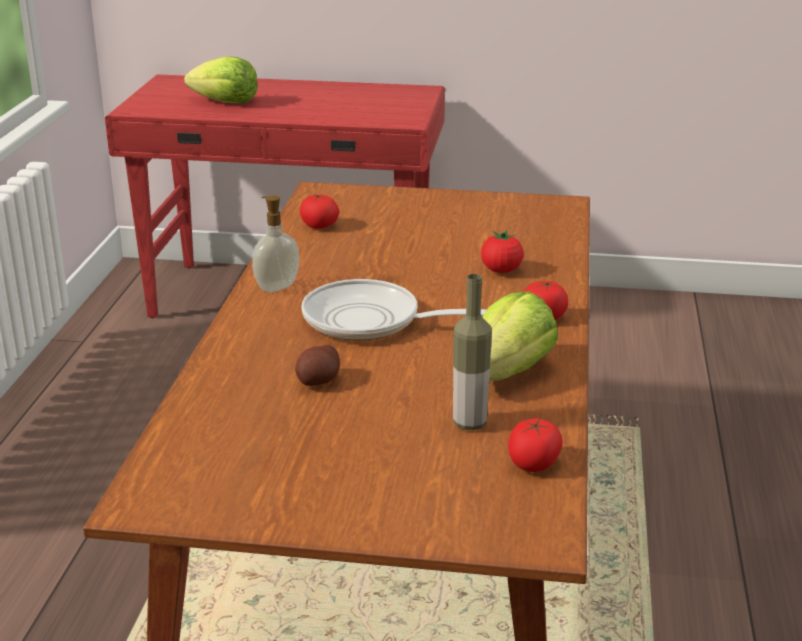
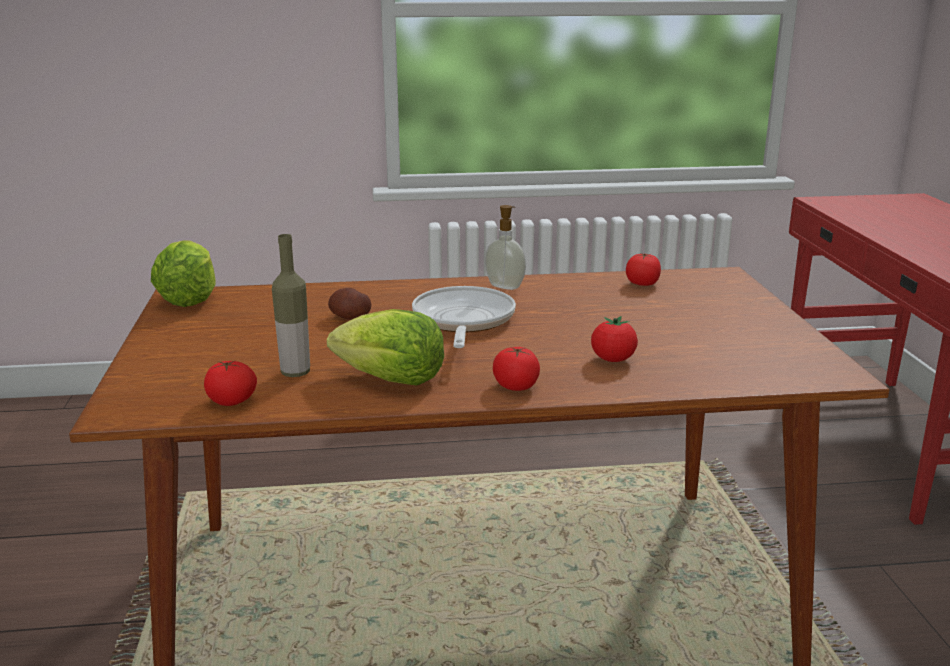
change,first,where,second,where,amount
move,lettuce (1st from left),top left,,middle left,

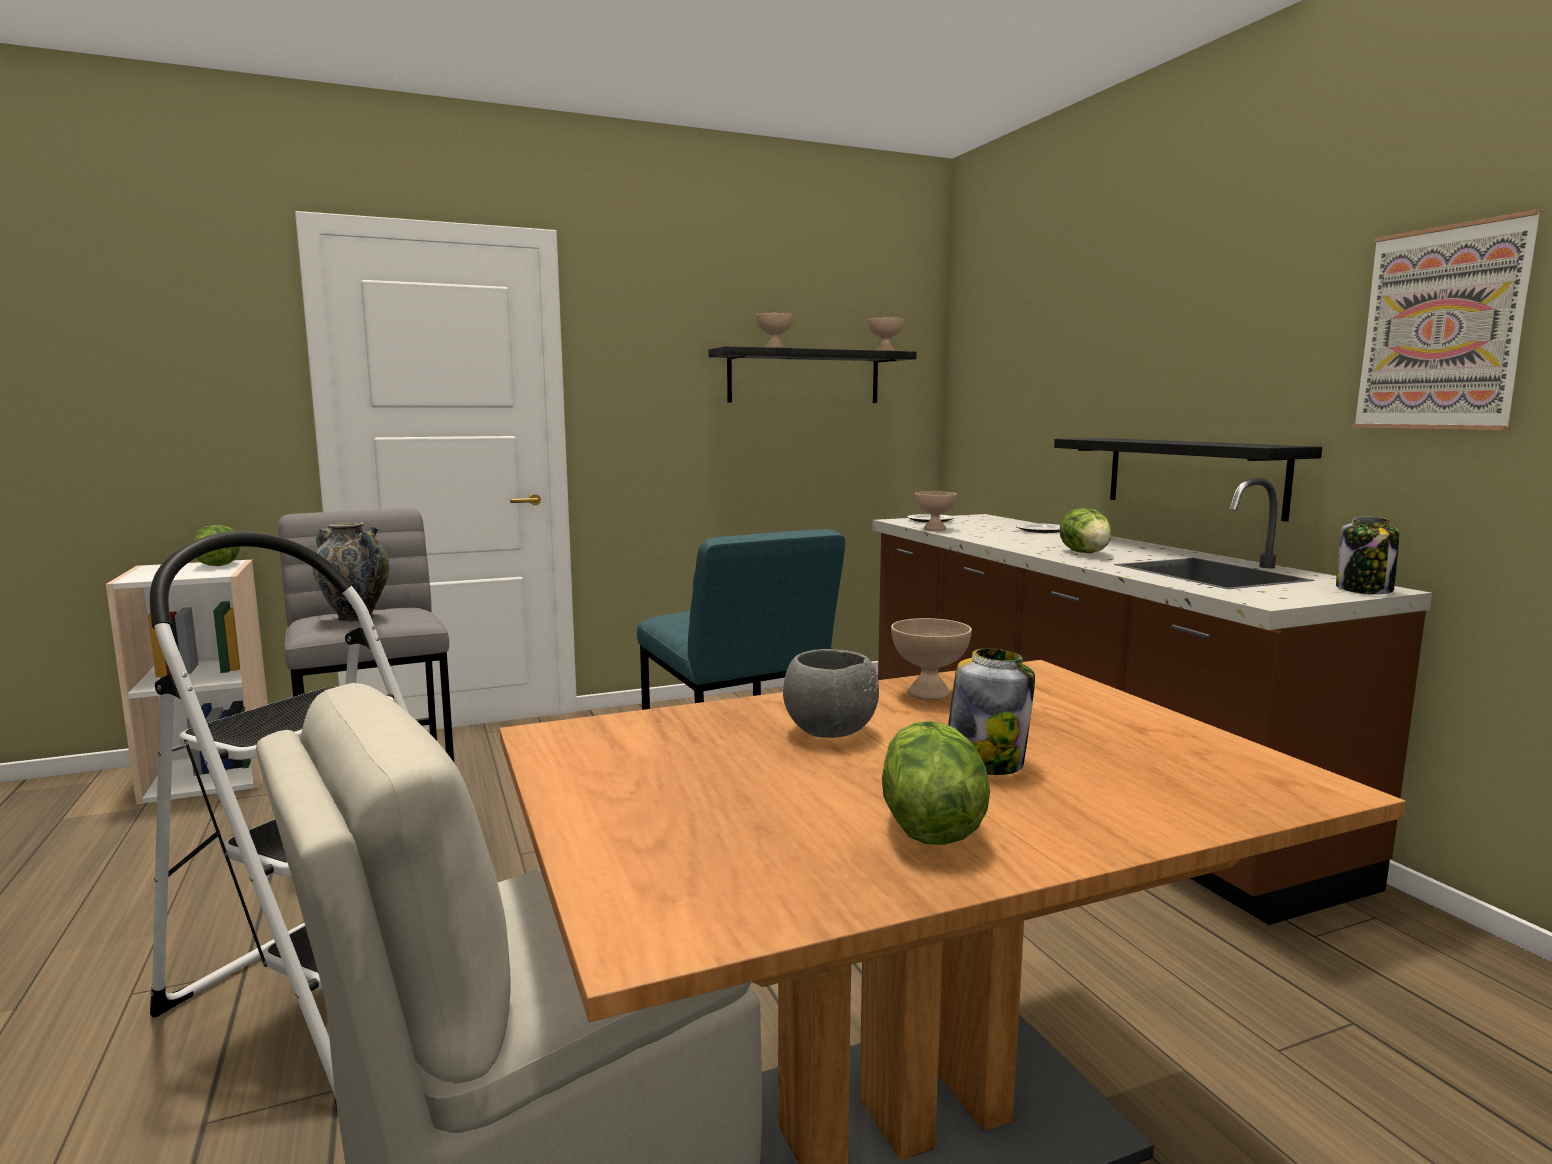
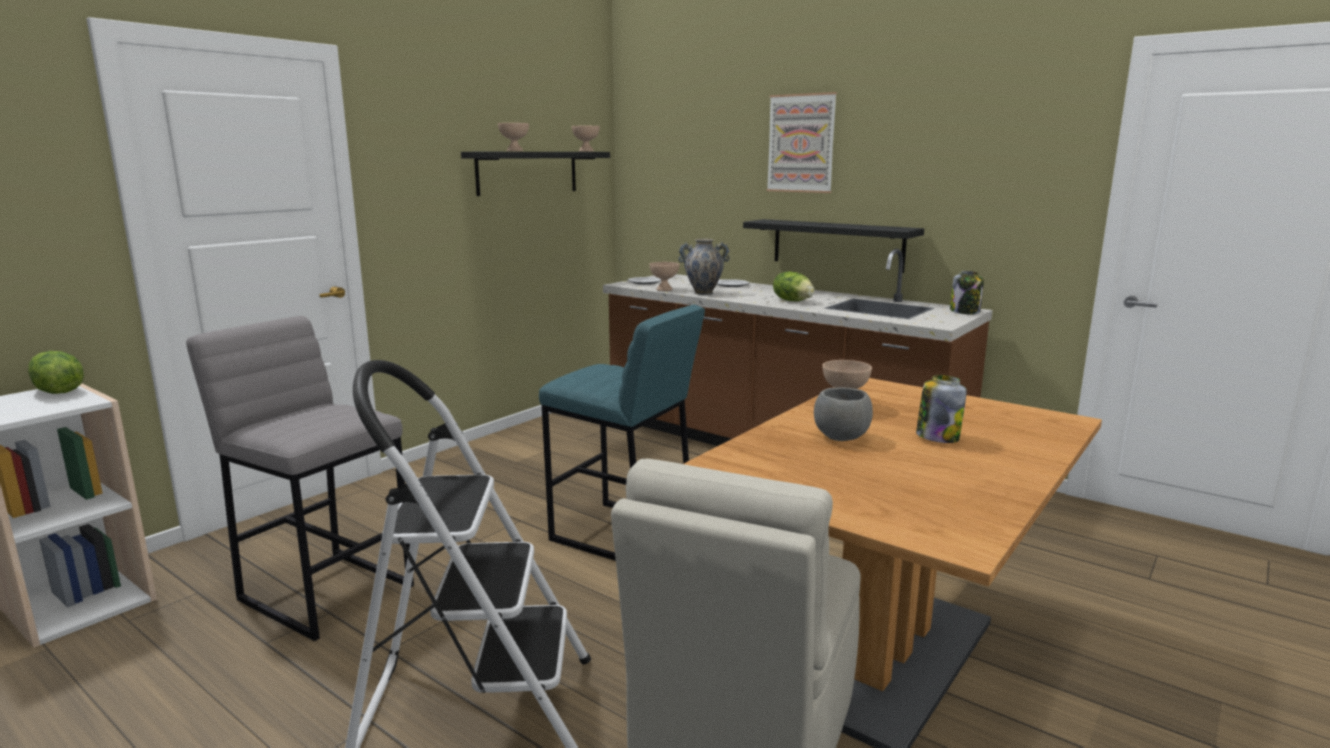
change,first,where,second,where,amount
delete,lettuce (2nd from left),bottom centre,,,
move,vase,middle left,,centre,
move,picture,top right,,top centre,

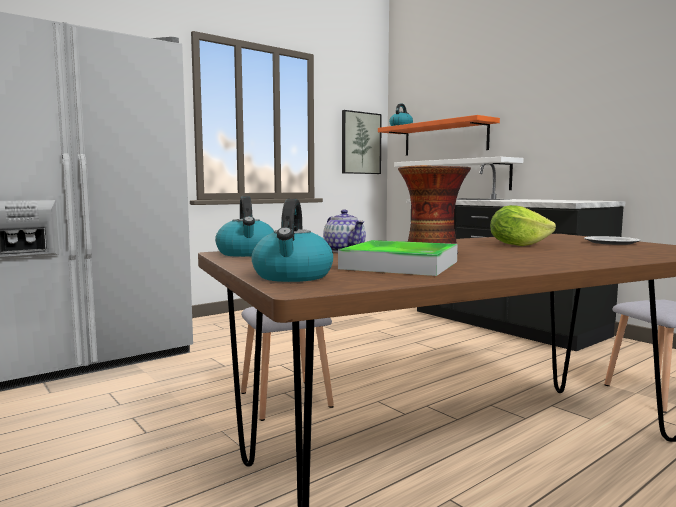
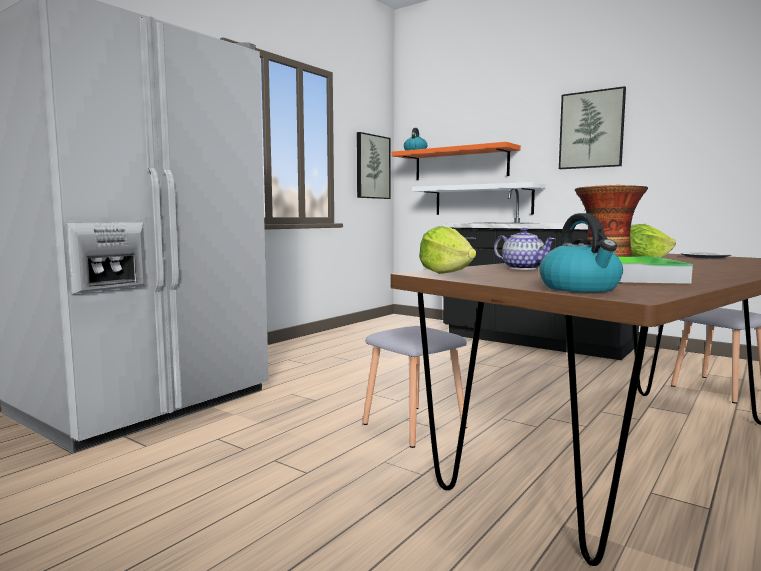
change,first,where,second,where,amount
insert,,,picture (2nd from left),top right,
replace,tea kettle (1st from left),centre,lettuce (1st from left),centre,

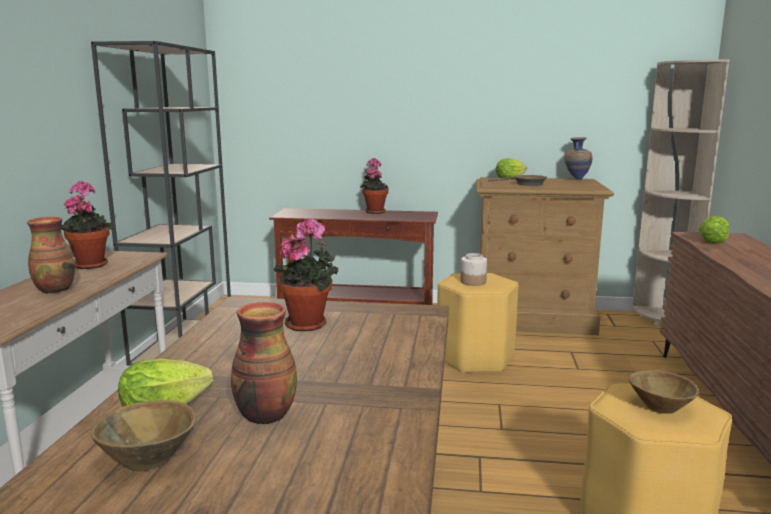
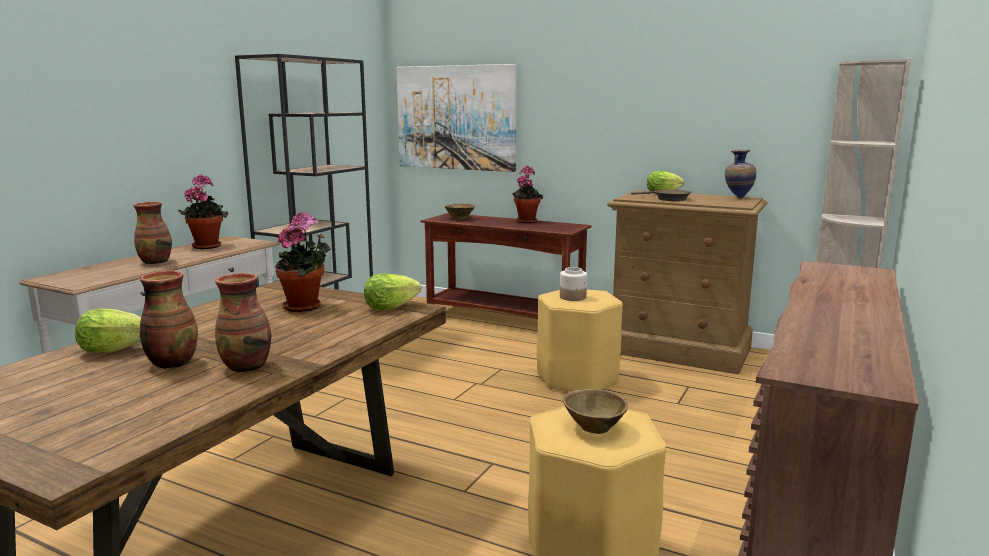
change,first,where,second,where,amount
insert,,,vase (3rd from left),middle left,
insert,,,picture,top centre,
move,serving bowl (brown) (1st from left),bottom left,,centre,
move,lettuce (3rd from left in the first image),middle right,lettuce (2nd from left),centre,

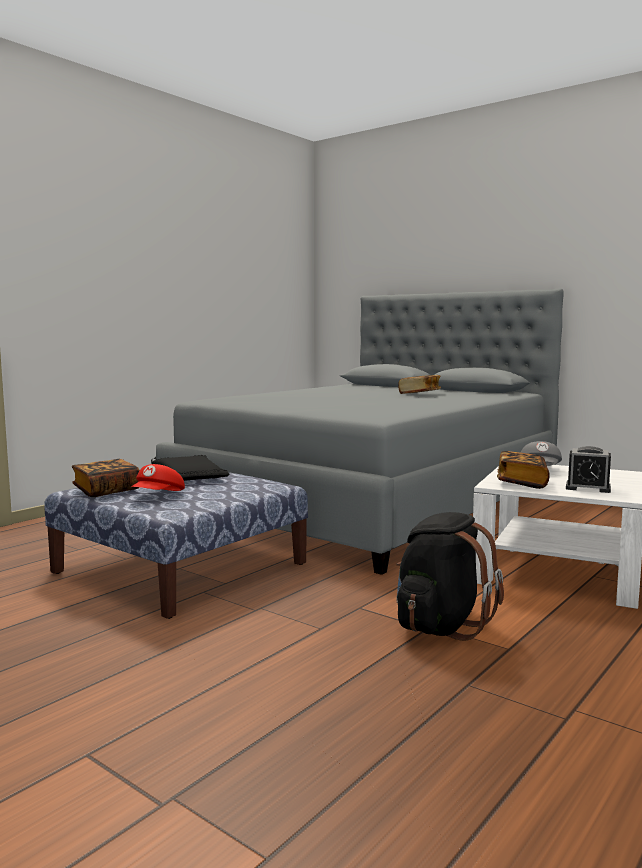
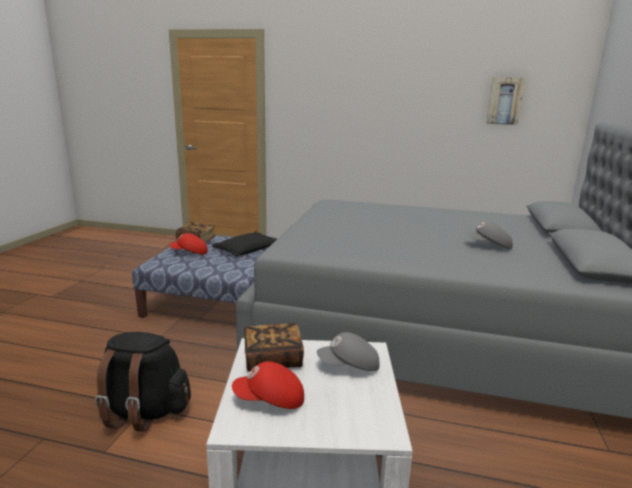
change,first,where,second,where,amount
insert,,,picture,top right,
replace,volume (2nd from left),centre,cap (gray) (2nd from left),middle right,
replace,alarm clock,middle right,cap (reddish) (2nd from left),bottom centre,

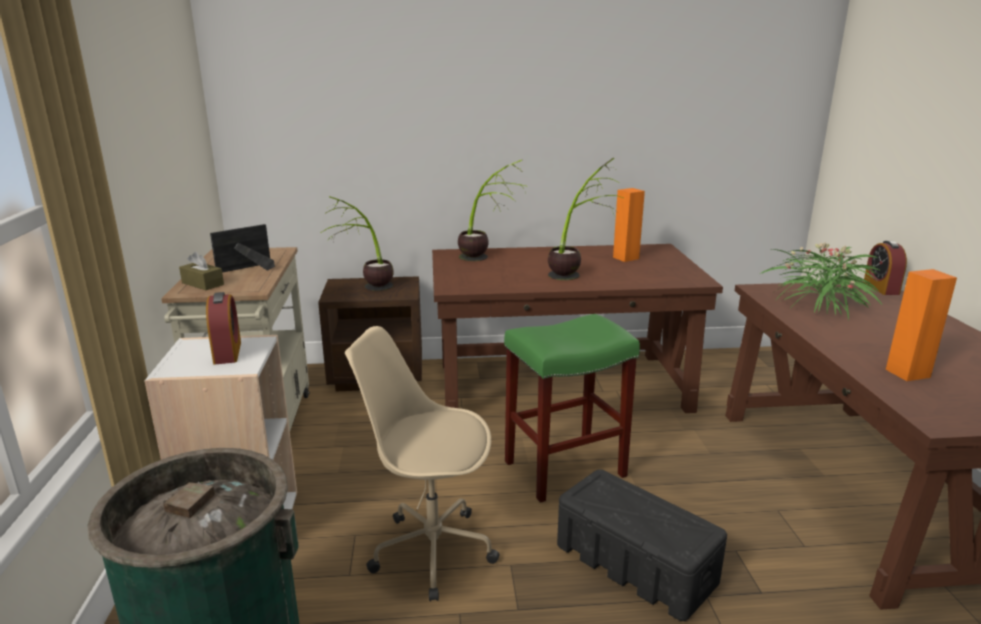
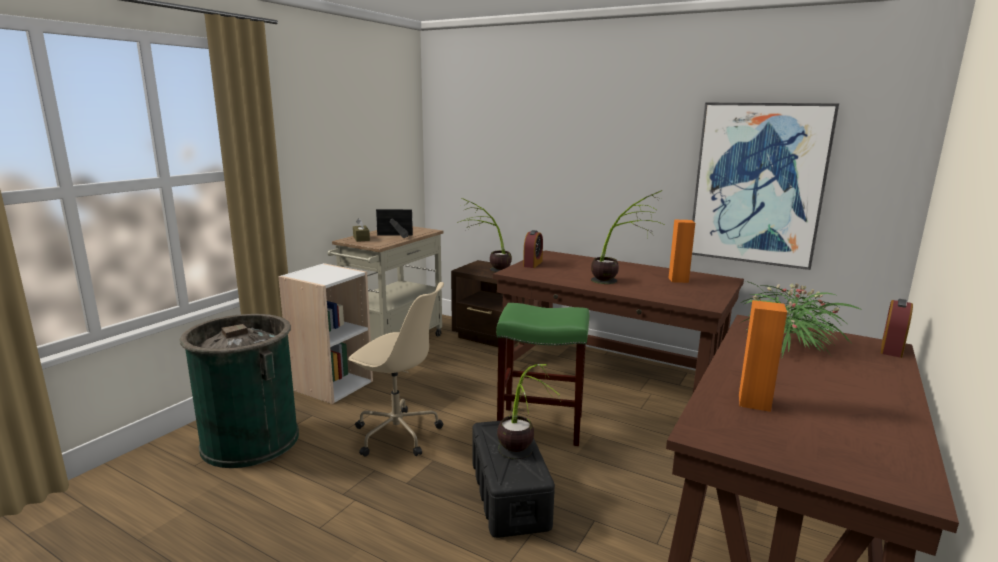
change,first,where,second,where,amount
insert,,,picture,top right,
move,alarm clock (1st from left),middle left,,centre,
move,potted plant (2nd from left),centre,,bottom centre,
rotate,office chair (beige),bottom centre,,centre,150 degrees clockwise

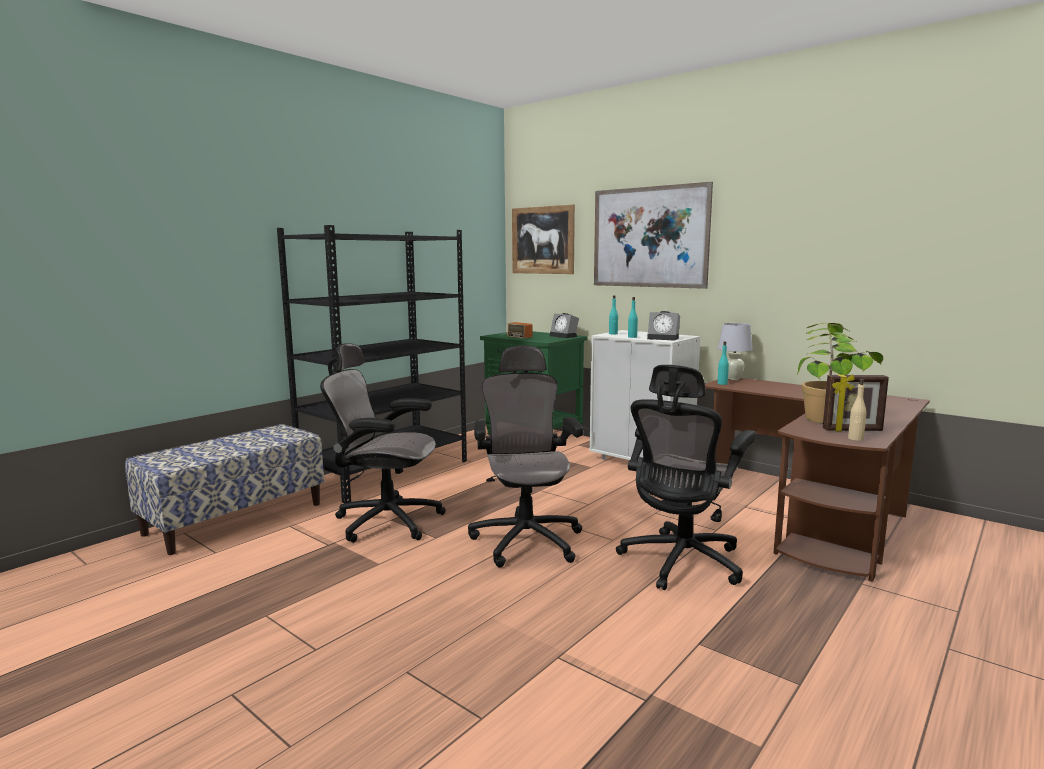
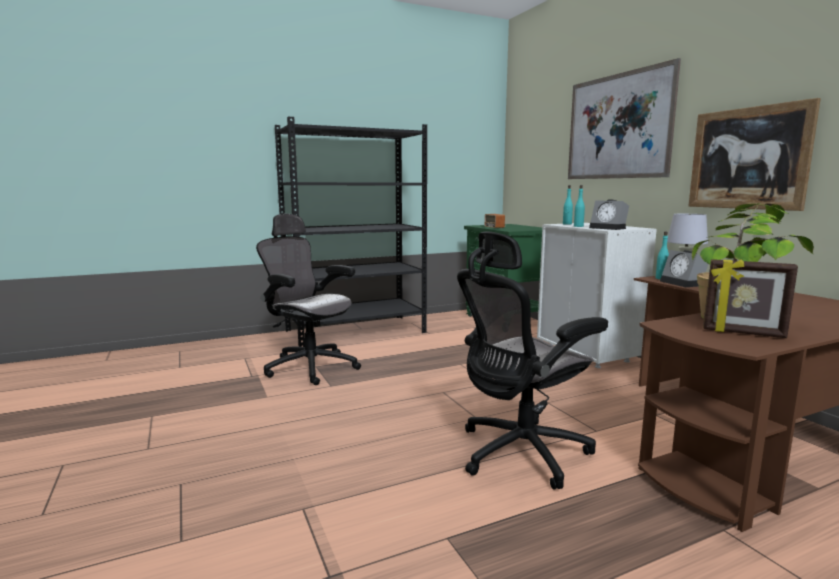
change,first,where,second,where,amount
delete,indoor bench,middle left,,,
delete,office chair (2nd from left),centre,,,
delete,beverage bottle (beige),middle right,,,
move,picture (1st from left in the first image),top centre,picture (2nd from left),top right,
move,alarm clock (1st from left in the first image),centre,alarm clock (2nd from left),middle right,

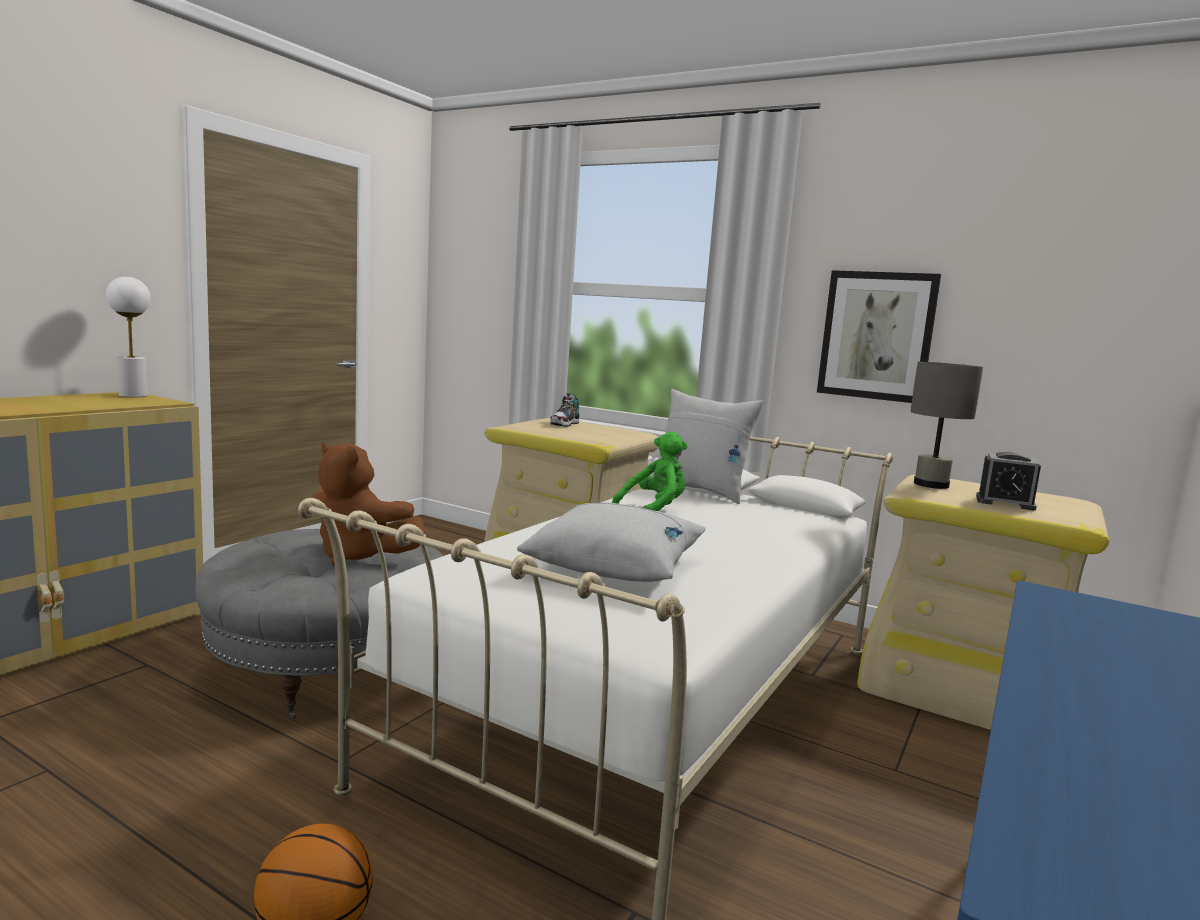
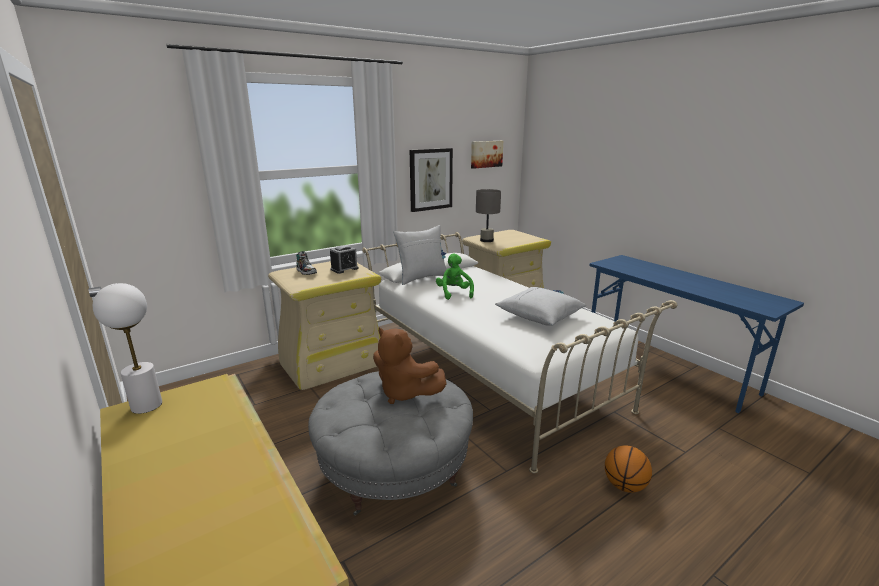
change,first,where,second,where,amount
insert,,,picture (2nd from left),top centre,
move,alarm clock,middle right,,centre,
rotate,soft toy (brown),middle left,,centre,75 degrees clockwise

